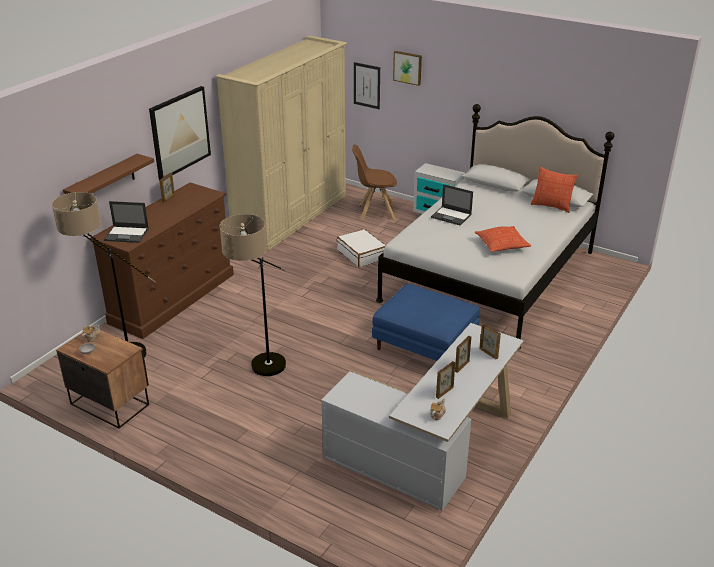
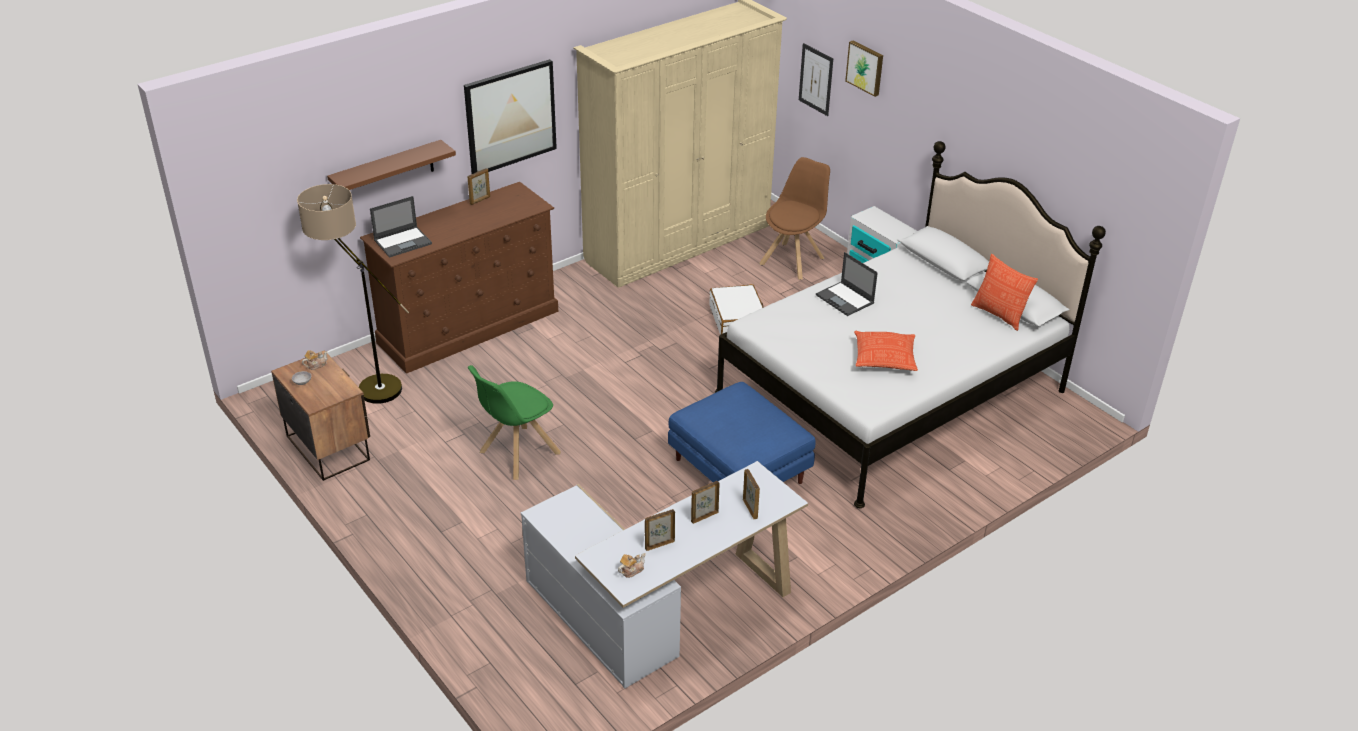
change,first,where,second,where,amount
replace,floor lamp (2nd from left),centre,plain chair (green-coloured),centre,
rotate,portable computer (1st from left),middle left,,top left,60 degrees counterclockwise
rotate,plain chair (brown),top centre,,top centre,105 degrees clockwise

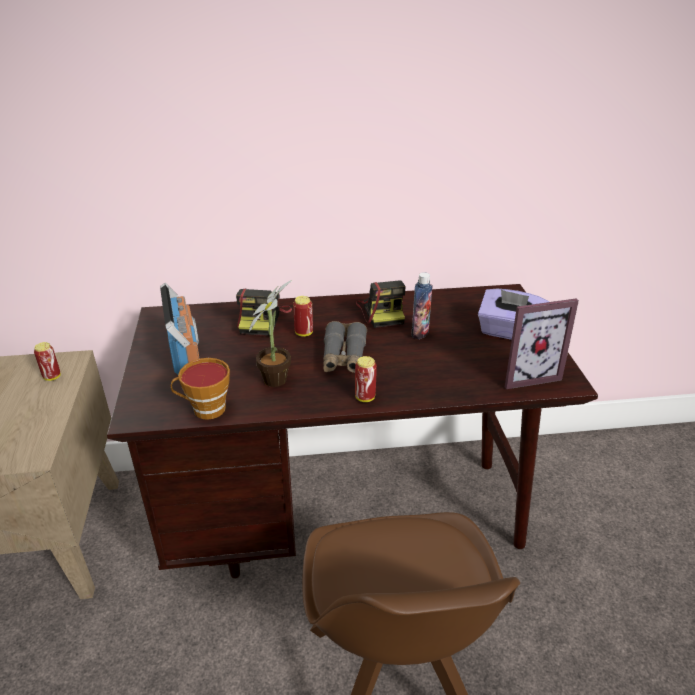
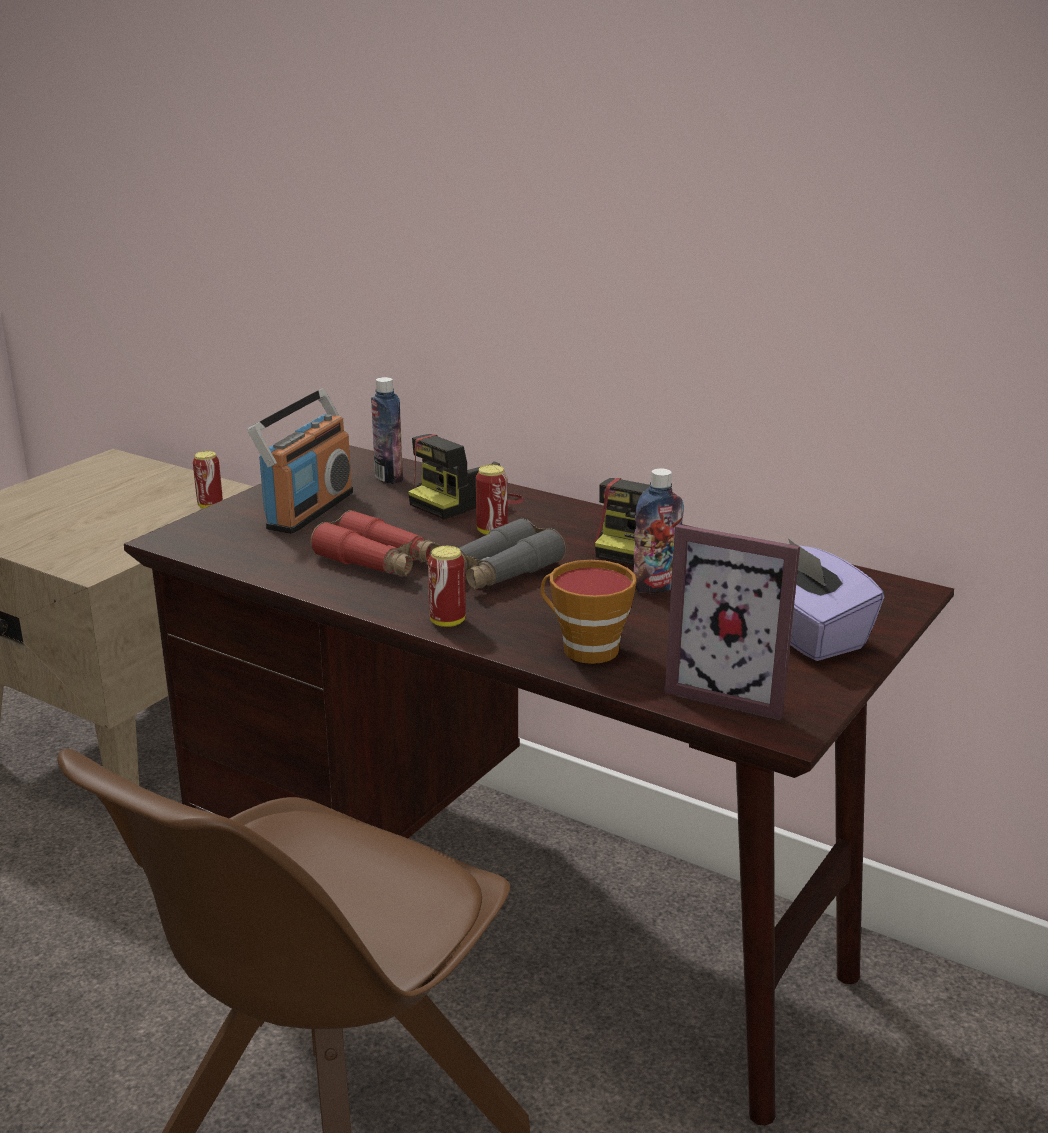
change,first,where,second,where,amount
insert,,,beverage bottle (1st from left),centre,
move,cup,middle left,,centre,
replace,potted plant,centre,field glasses (reddish),centre,

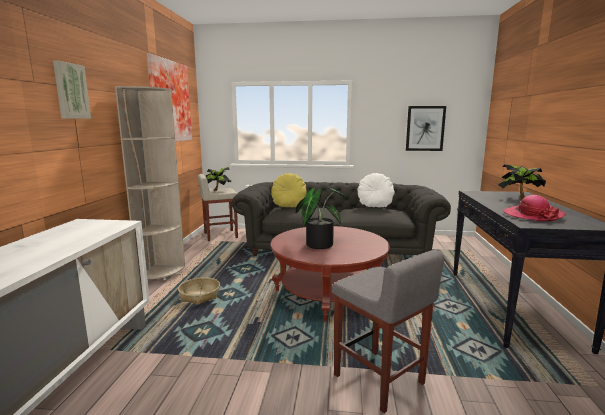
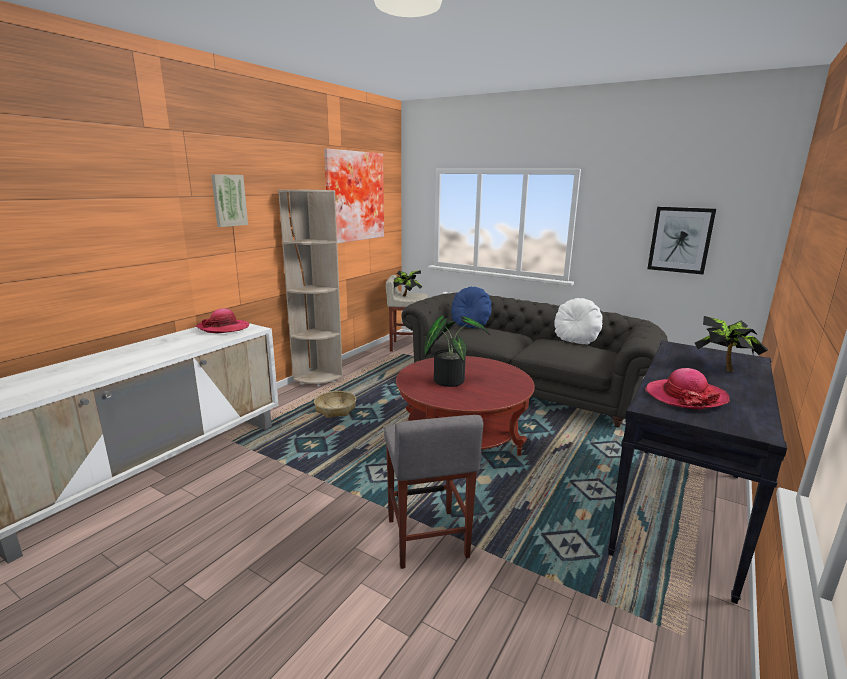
change,first,where,second,where,amount
insert,,,hat (1st from left),middle left,
recolor,cushion (yellow-coloured),centre,cushion (blue-coloured),centre,

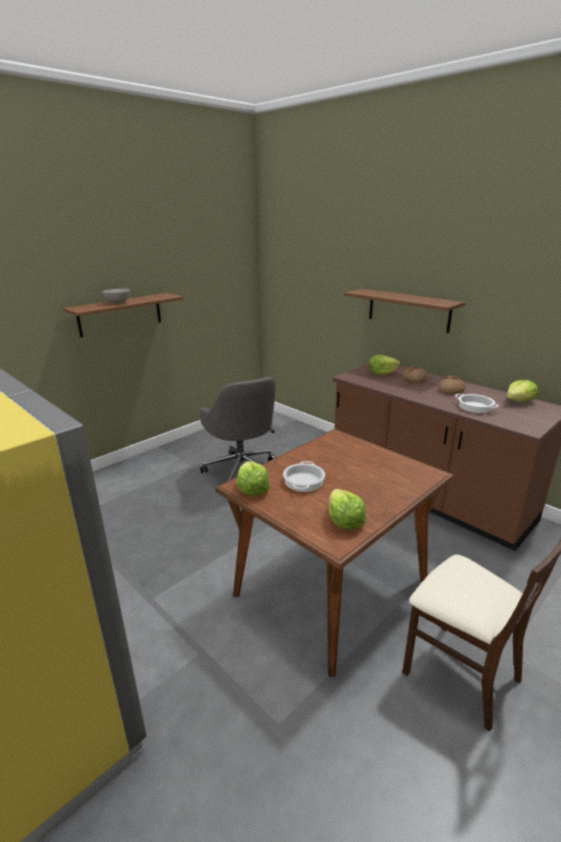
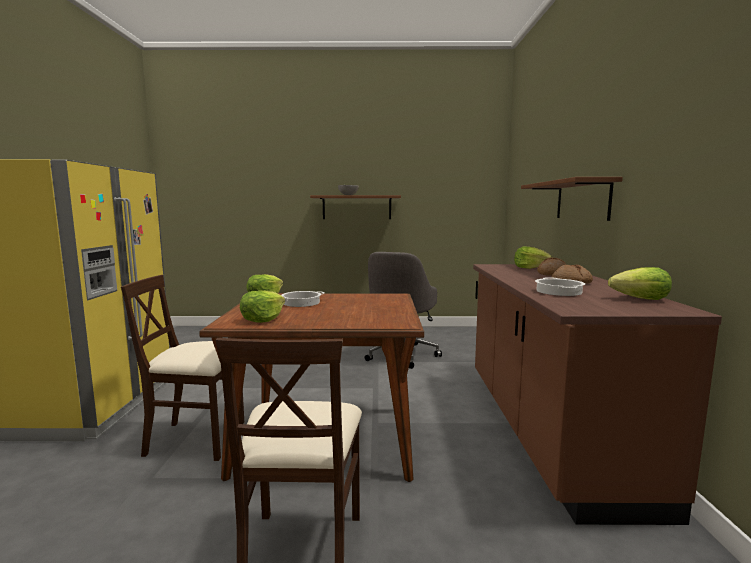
change,first,where,second,where,amount
insert,,,plain chair (beige) (1st from left),middle left,

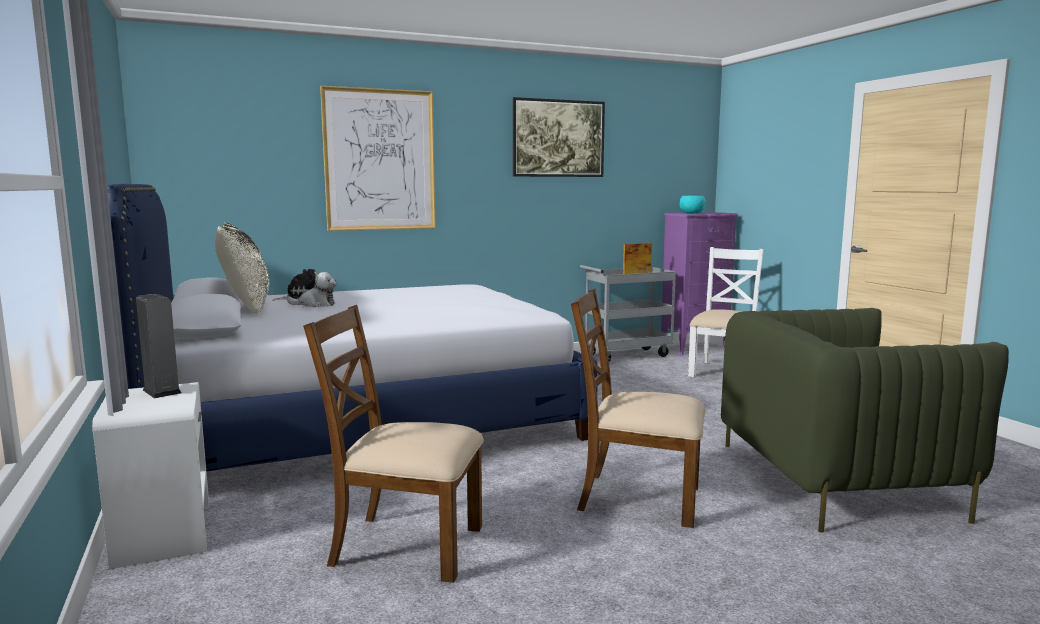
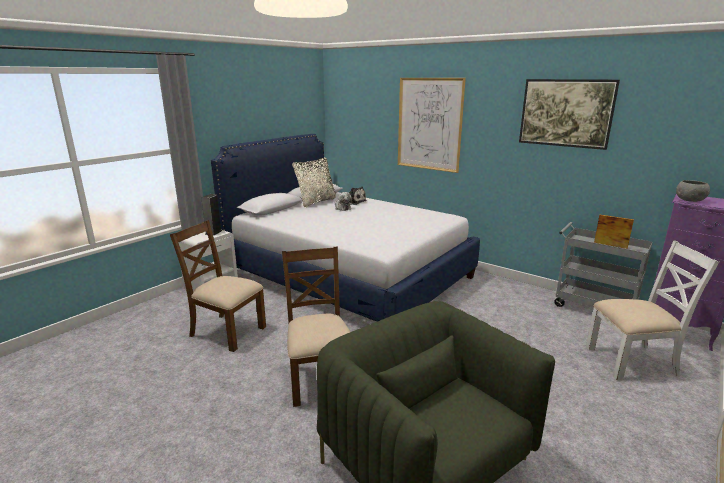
change,first,where,second,where,amount
recolor,serving bowl (turquoise),top centre,serving bowl (gray),middle right,
rotate,plain chair (brown) (1st from left),bottom centre,,middle left,45 degrees counterclockwise

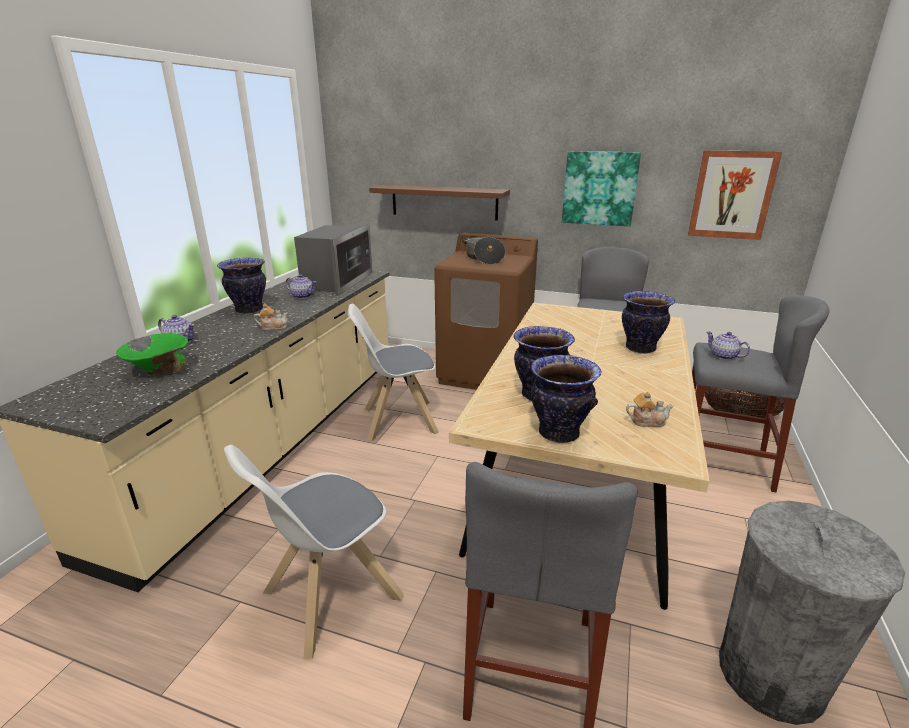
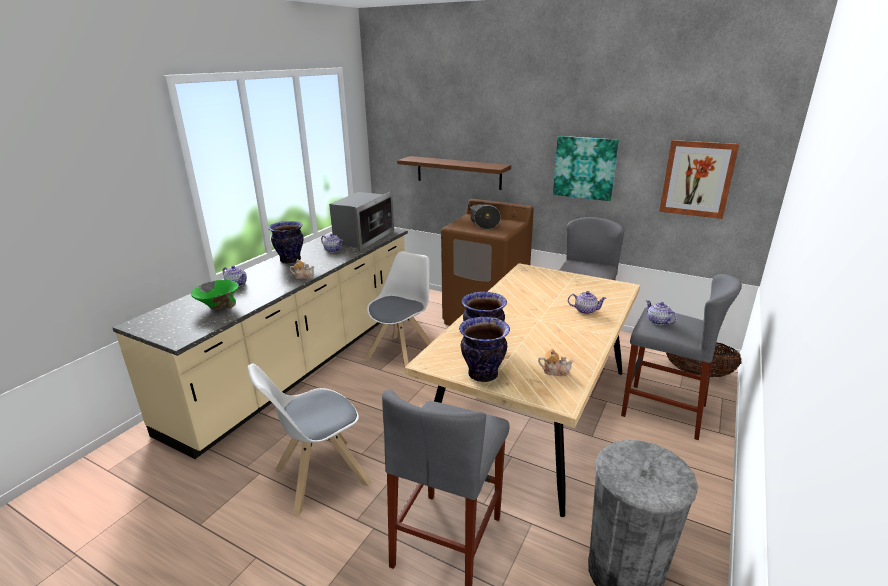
change,first,where,second,where,amount
replace,vase (4th from left),middle right,tea pot (5th from left),centre,
rotate,plain chair (2nd from left),centre,,centre,120 degrees clockwise

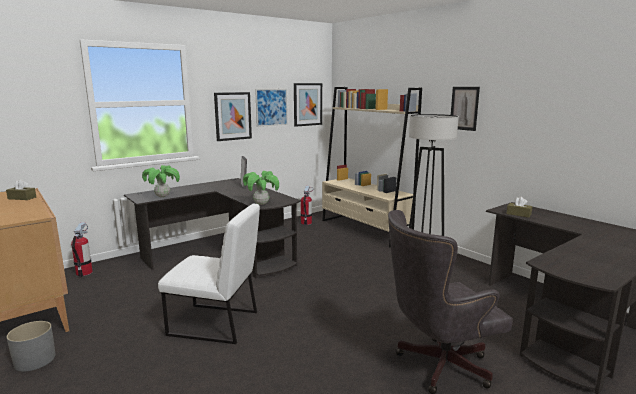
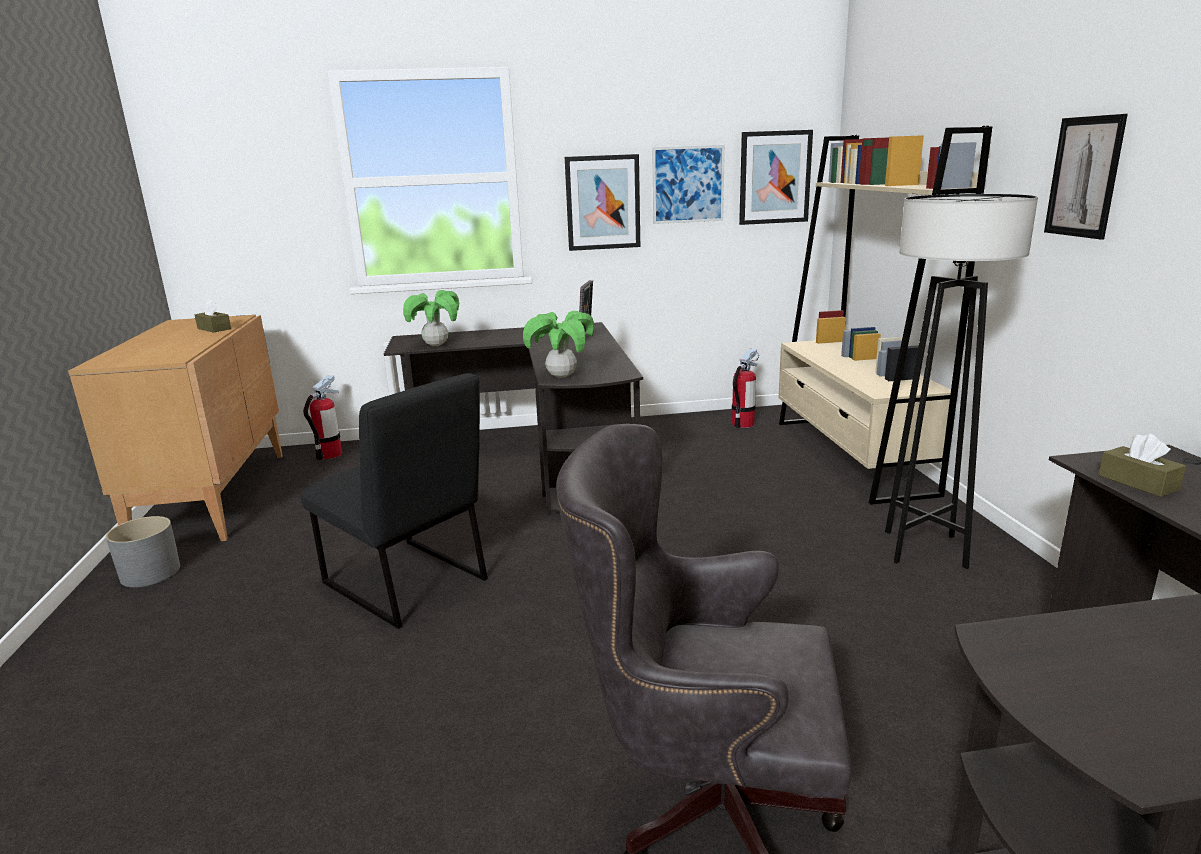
change,first,where,second,where,amount
recolor,plain chair (white-coloured),bottom left,plain chair (black-coloured),middle left,

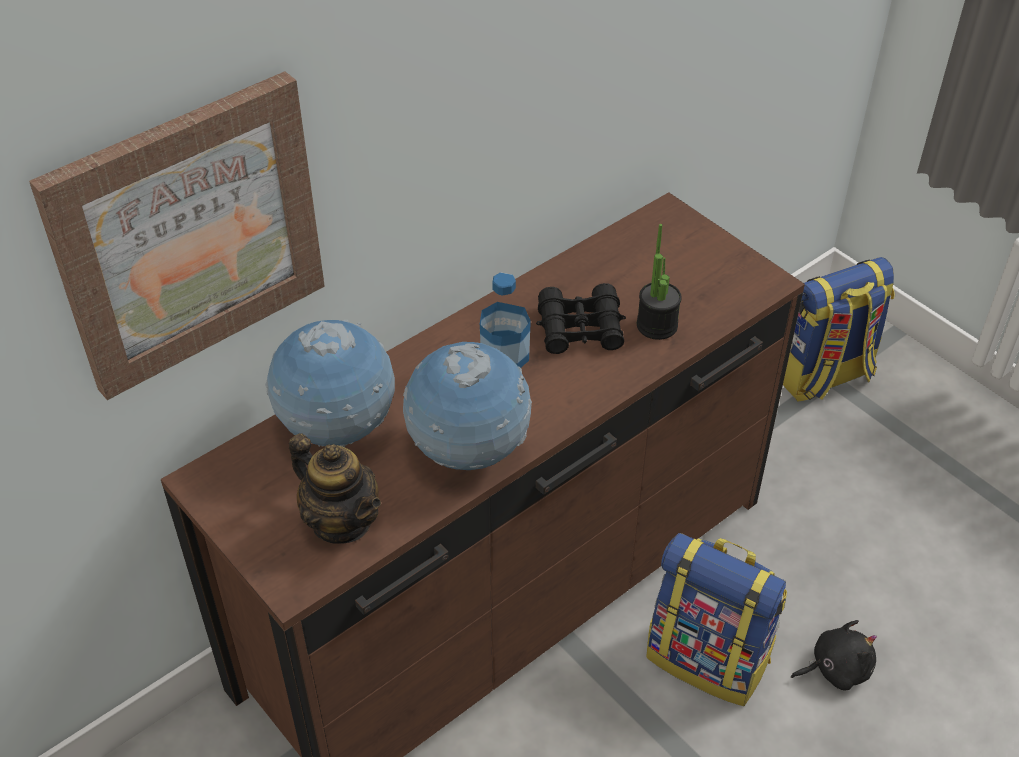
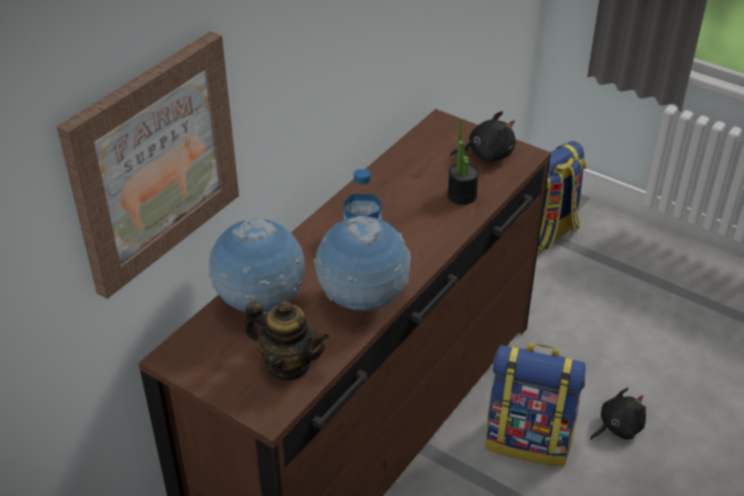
change,first,where,second,where,amount
delete,field glasses (black-coloured),centre,,,
insert,,,soft toy (black-coloured) (1st from left),top centre,

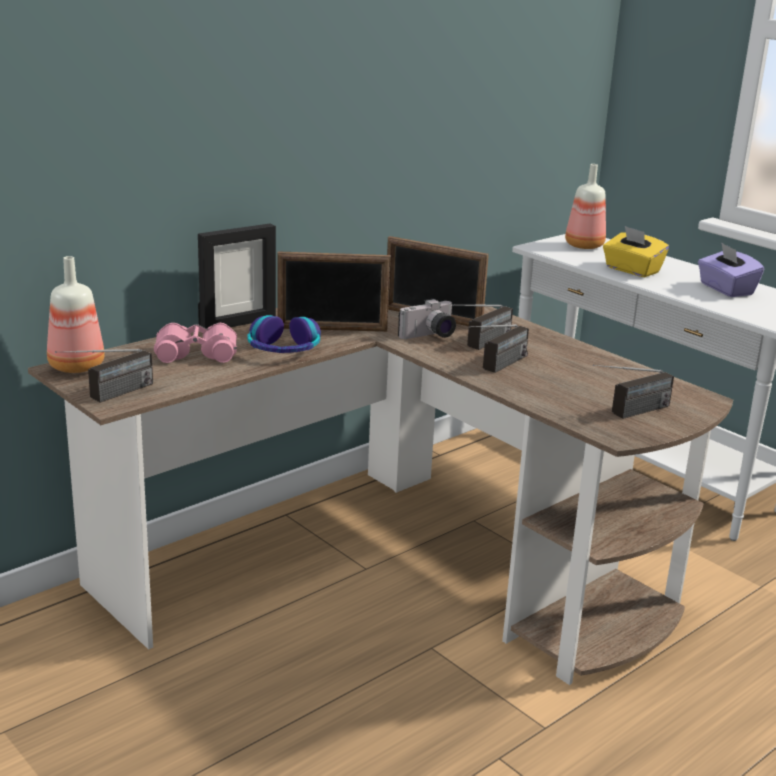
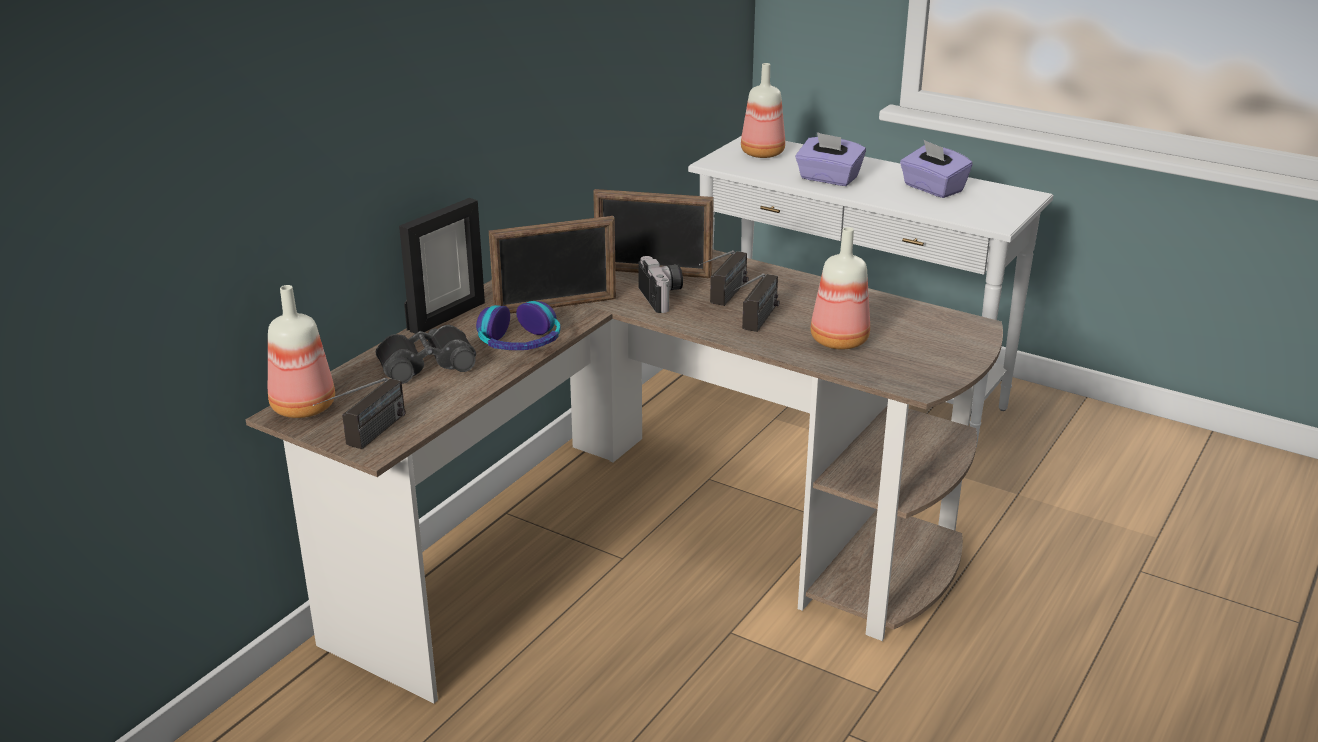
change,first,where,second,where,amount
delete,radio receiver (4th from left),middle right,,,
insert,,,beverage bottle (3rd from left),centre,
recolor,field glasses (pinkish),middle left,field glasses (black-coloured),middle left,
recolor,tissue holder (yellow-coloured),top right,tissue holder (purple-coloured) (1st from left),top centre,
rotate,still camera,centre,,centre,60 degrees counterclockwise

